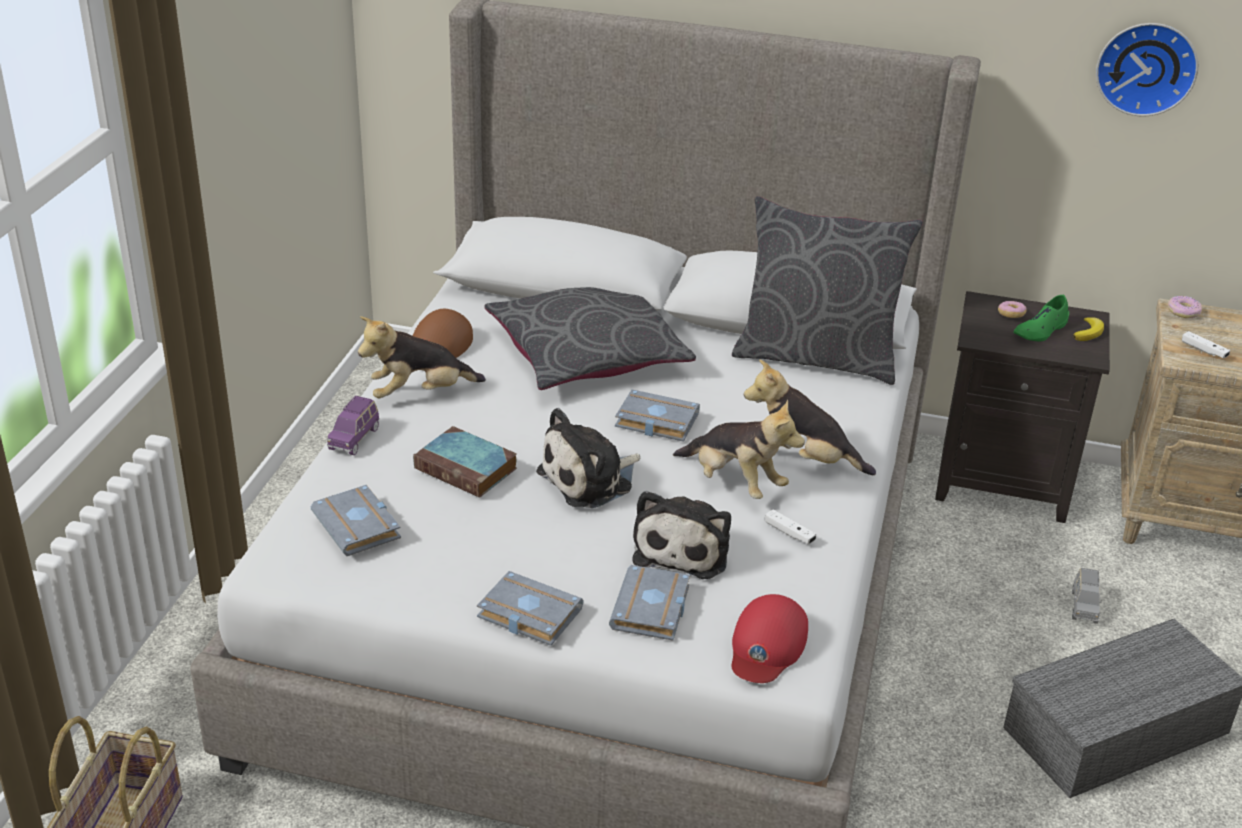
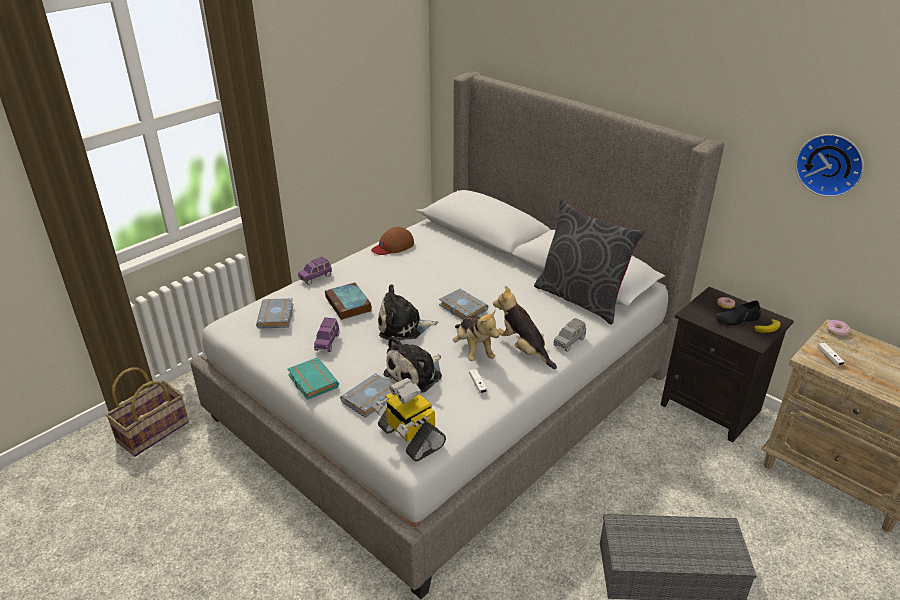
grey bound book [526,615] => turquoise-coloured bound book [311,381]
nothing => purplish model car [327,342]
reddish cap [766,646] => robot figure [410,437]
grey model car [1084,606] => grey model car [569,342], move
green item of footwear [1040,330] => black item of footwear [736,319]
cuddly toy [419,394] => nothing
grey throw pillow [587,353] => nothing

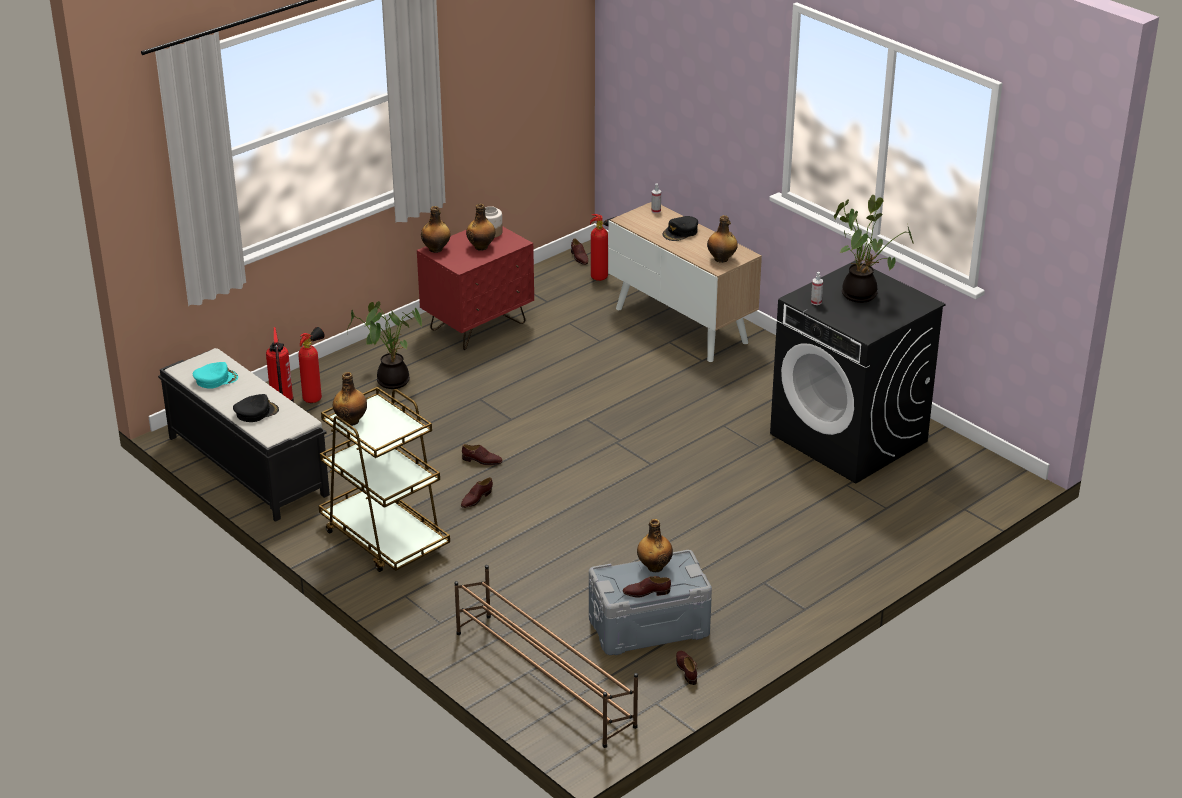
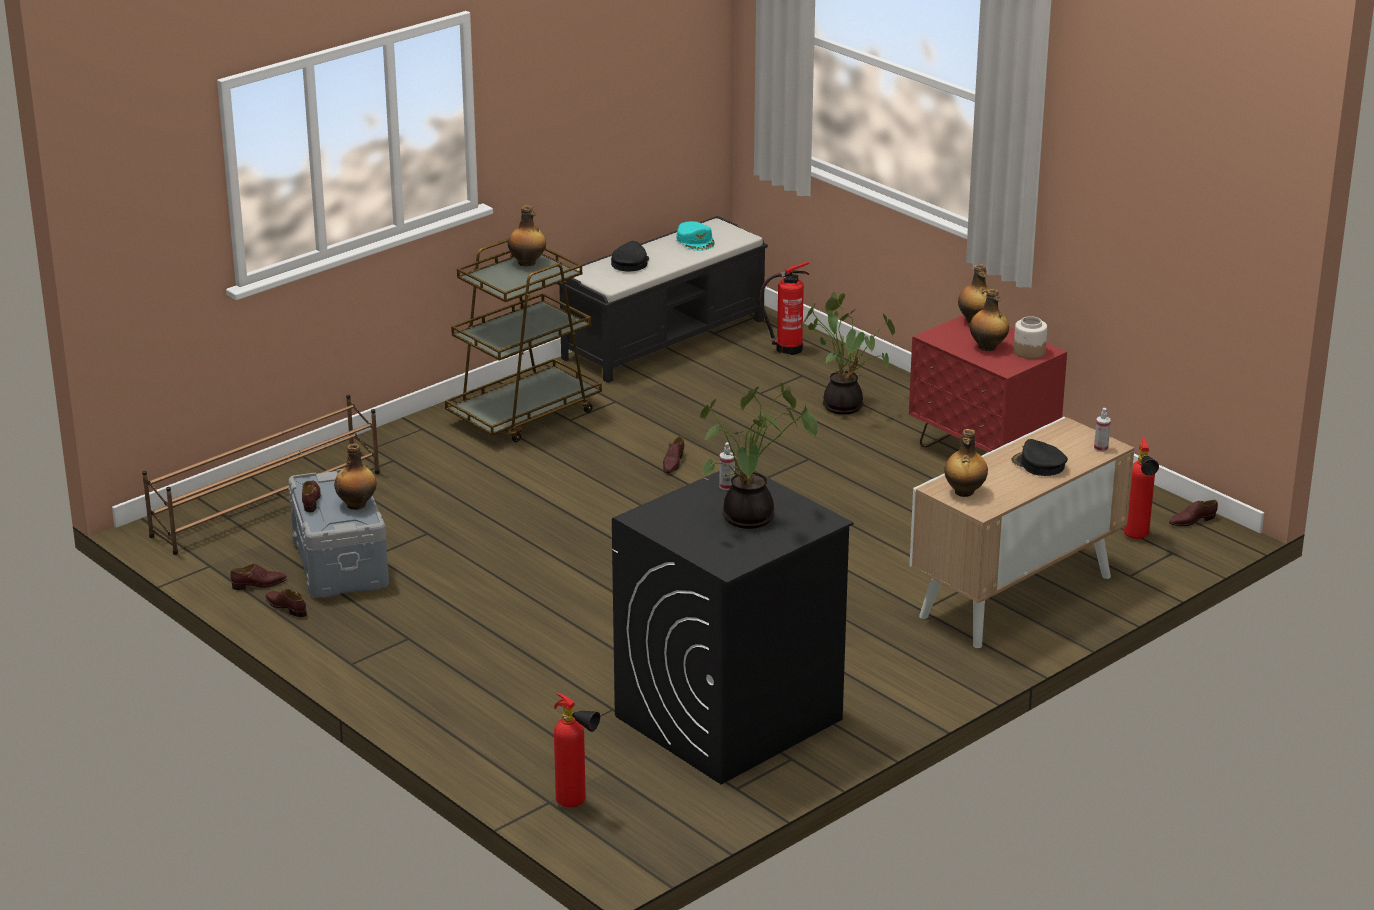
brown item of footwear [476,499] => brown item of footwear [286,607], move
extinguisher [315,398] => extinguisher [576,804], move
black cap [256,412] => black cap [630,263], 135 degrees counterclockwise

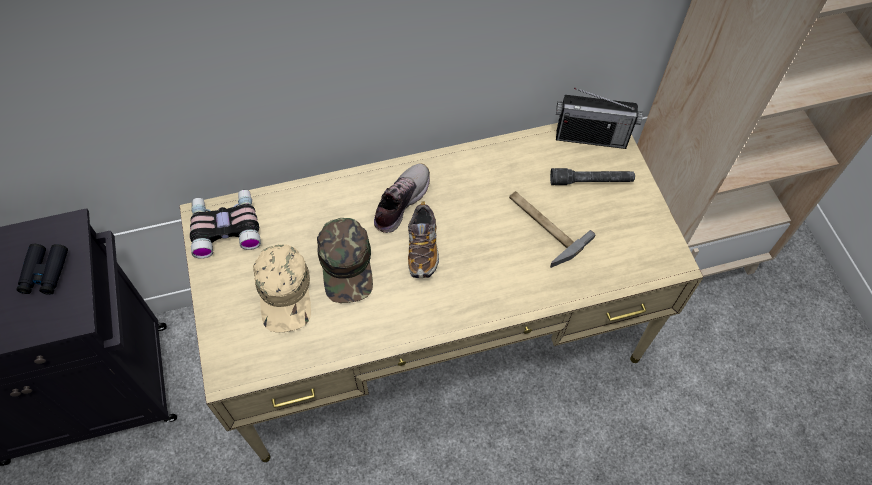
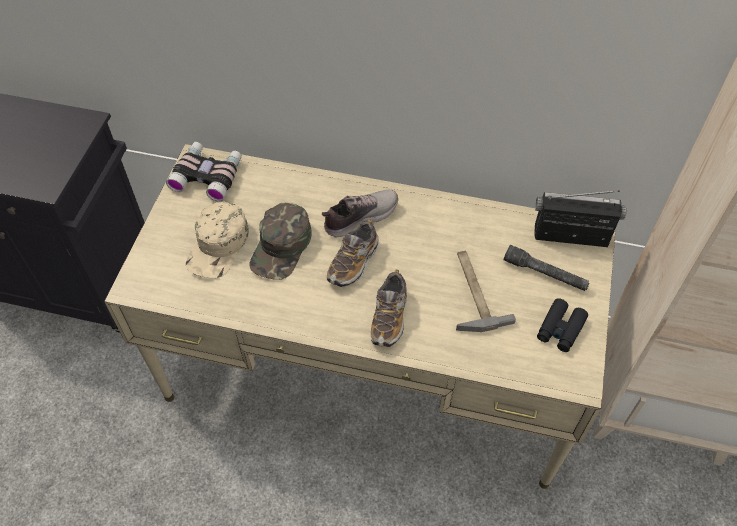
nothing => item of footwear [389,317]
radio [591,137] => radio [571,236], 150 degrees clockwise
black field glasses [45,273] => black field glasses [560,329], move

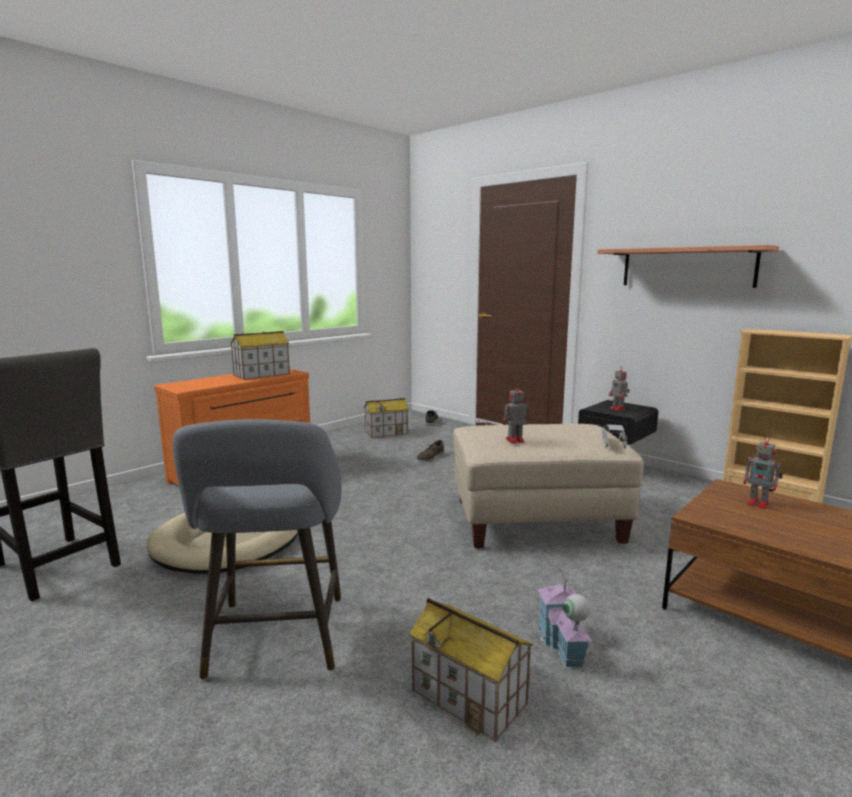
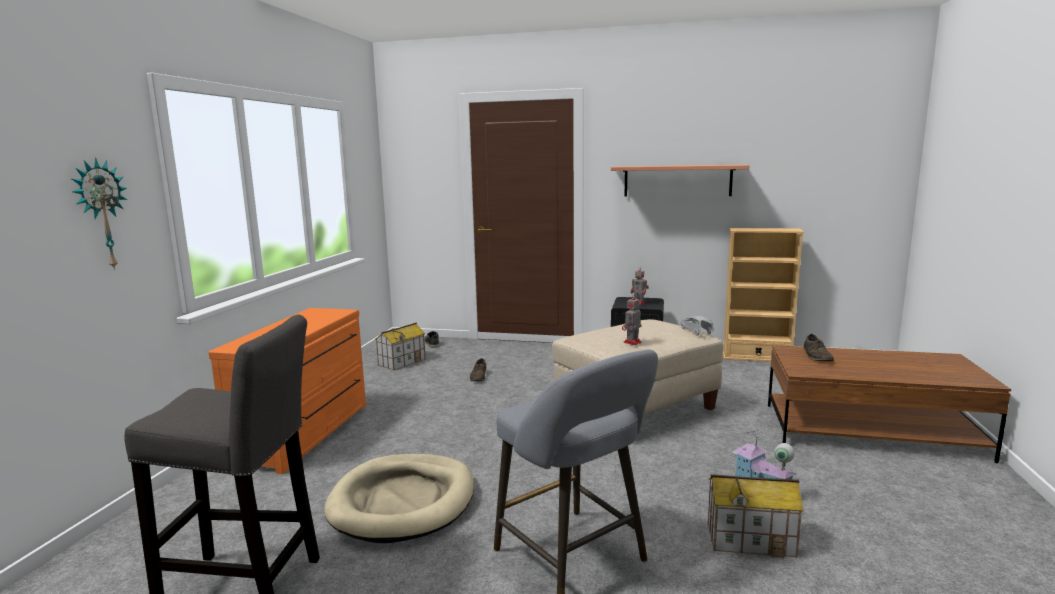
nothing => clock on the wall [101,214]
robot figure [759,504] => brown item of footwear [817,356]
model house [261,374] => nothing

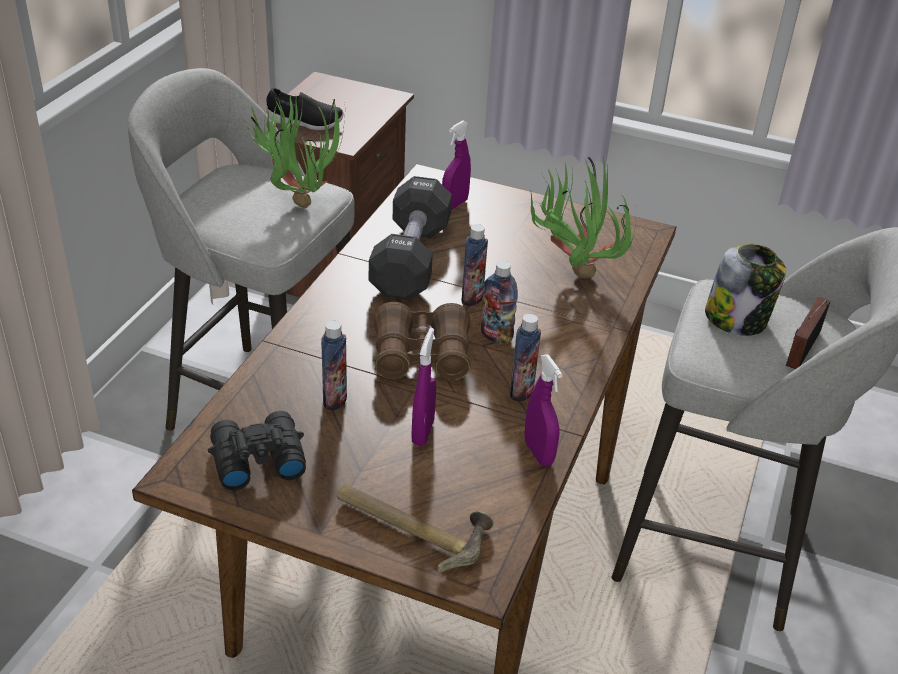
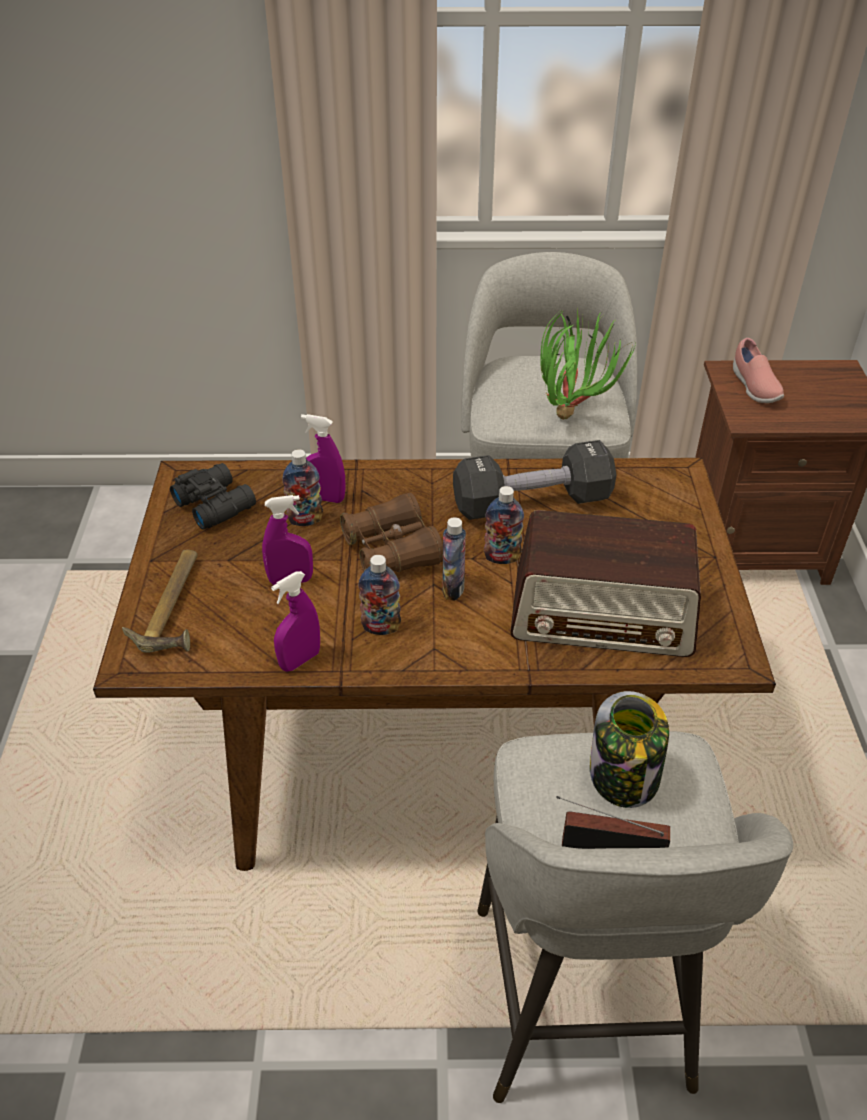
purplish hand sprayer [454,204] => purplish hand sprayer [325,498], move
plant in a pot [572,271] => radio [603,615]
black item of footwear [305,123] => pinkish item of footwear [754,387]

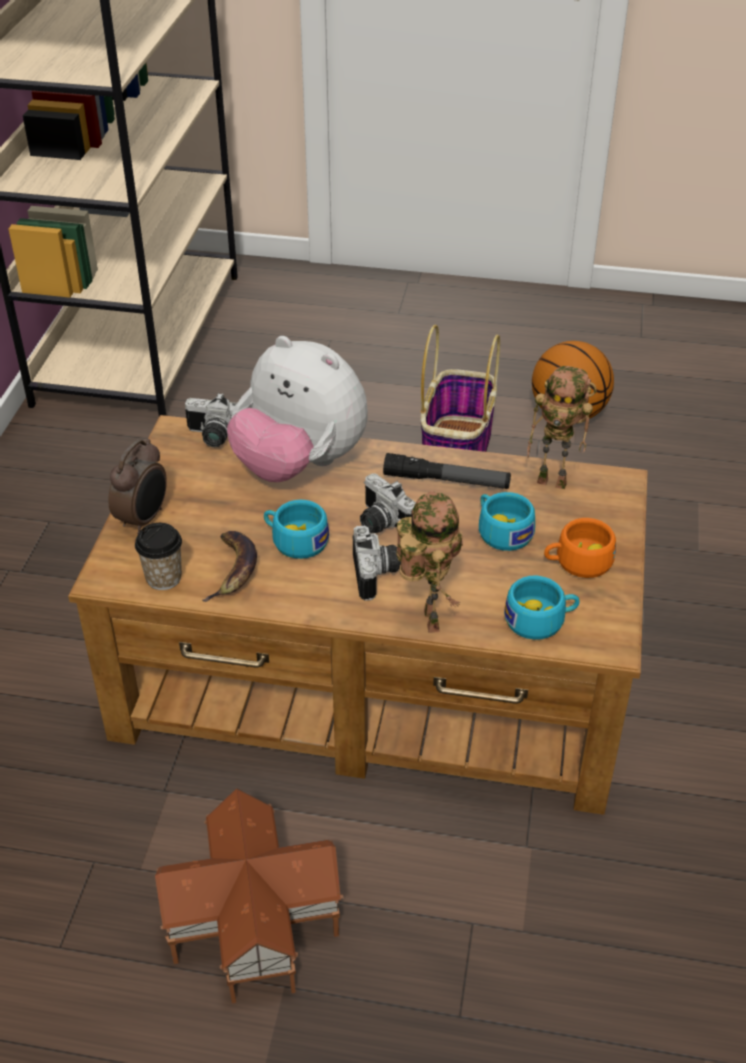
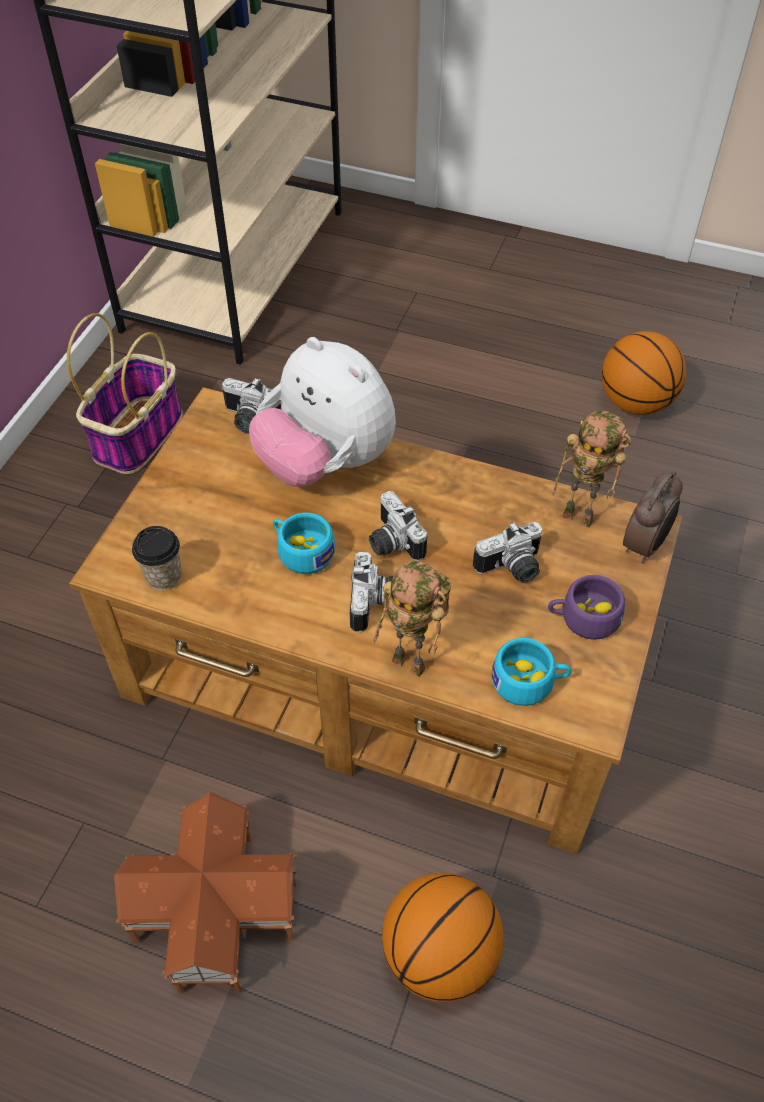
storage basket [456,449] => storage basket [138,434], move
robot figure [427,619] => robot figure [413,663], 120 degrees clockwise
nothing => basketball ball [439,954]
turquoise-coloured cup [501,531] => photo camera [512,569]
orangey cup [577,562] => purplish cup [583,618]
bedside clock [144,519] => bedside clock [645,545], move
banana [233,570] => nothing
flashlight [446,480] => nothing

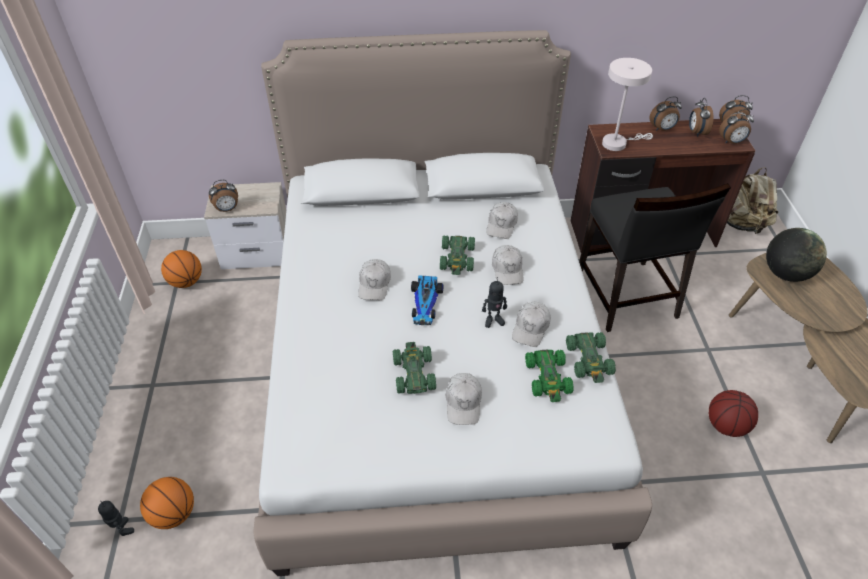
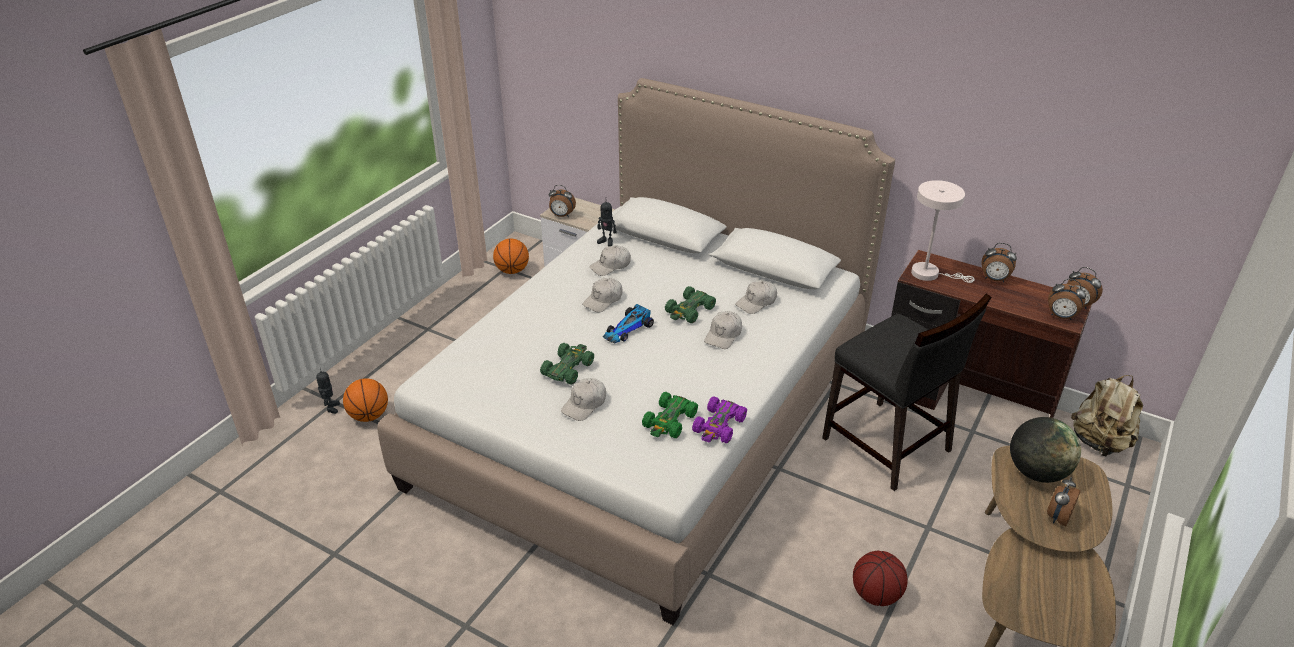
white-coloured cap [531,328] => white-coloured cap [610,266], move
robot figure [493,320] => robot figure [606,241], move
green model car [589,360] => purplish model car [719,426]
black plain chair [626,296] => black plain chair [886,445], 60 degrees counterclockwise
bedside clock [696,132] => bedside clock [1057,517], move

